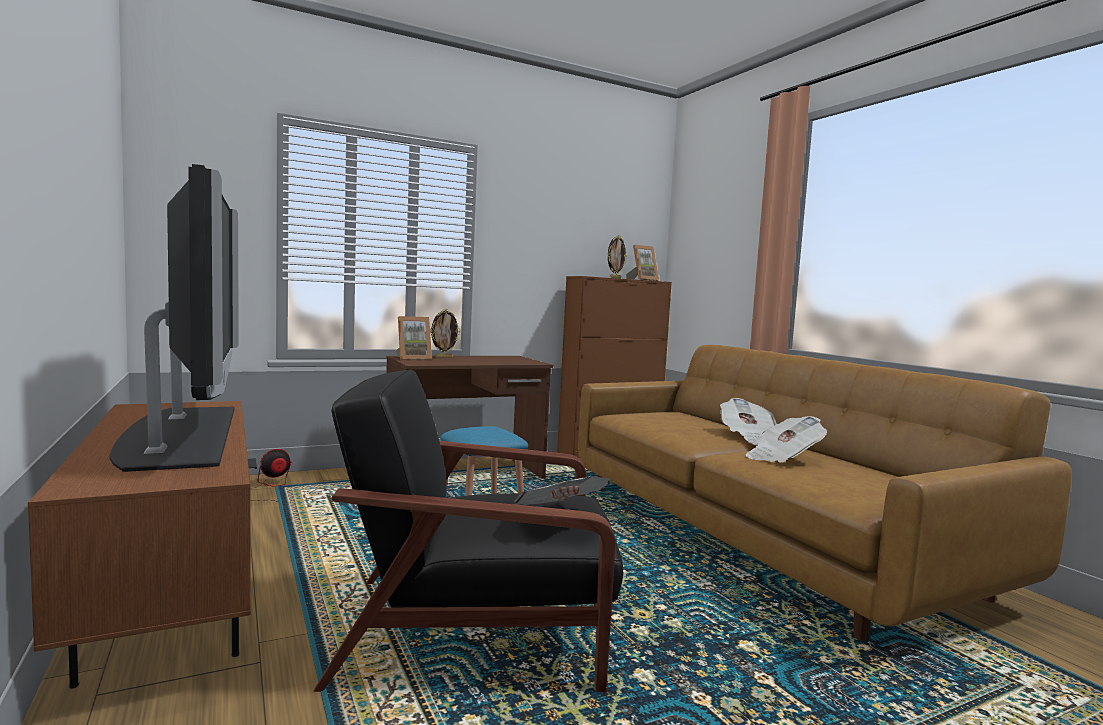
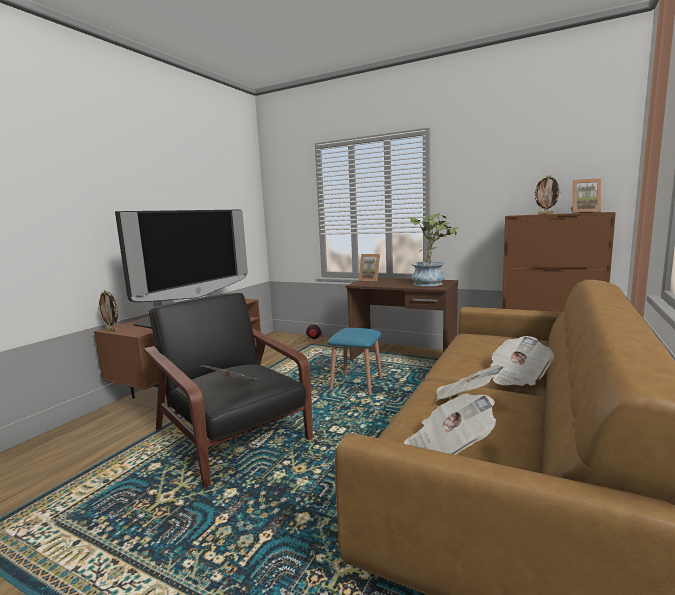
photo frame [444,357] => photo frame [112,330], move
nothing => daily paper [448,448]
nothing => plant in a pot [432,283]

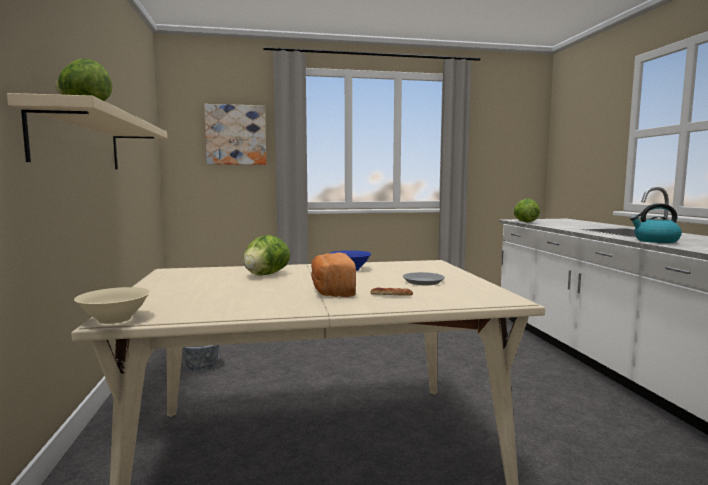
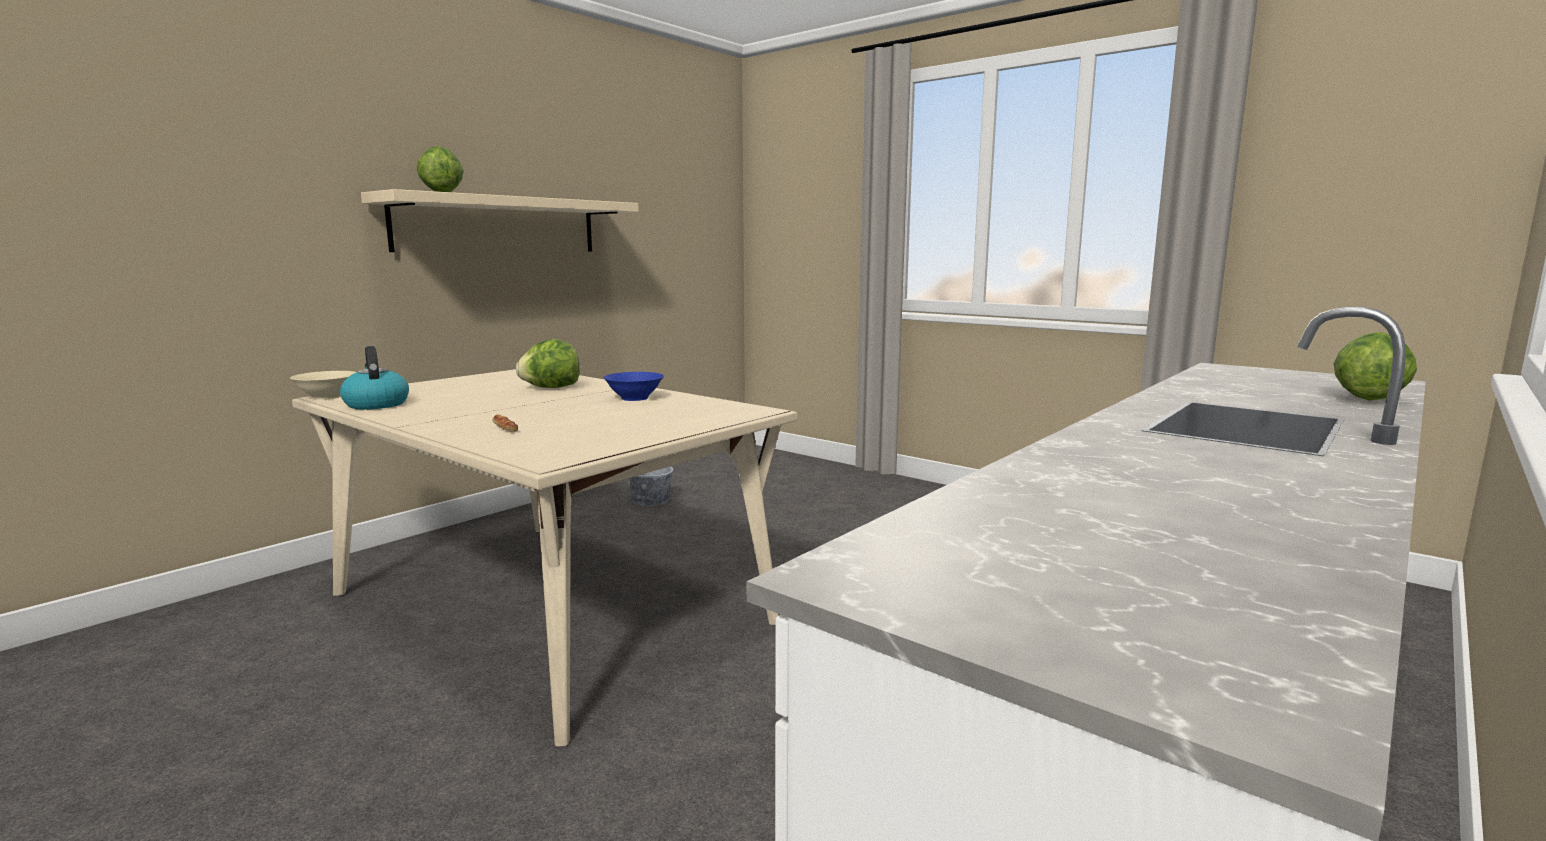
tea kettle [655,241] => tea kettle [376,404], move
lettuce head [525,222] => lettuce head [1368,399], move
wall picture [236,135] => nothing
bakery bread [331,291] => nothing
grey flat dish [423,282] => nothing

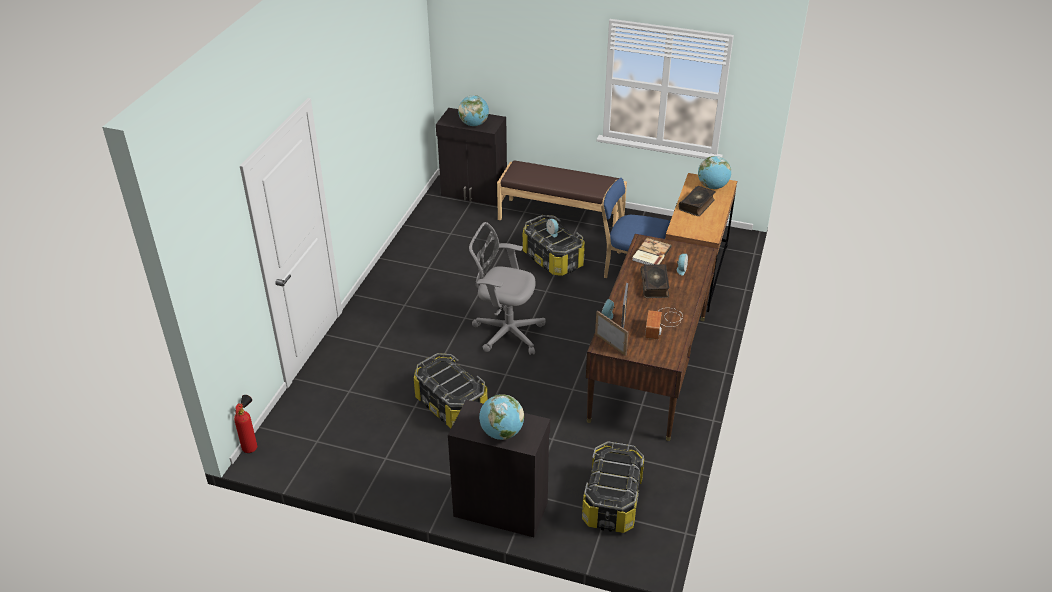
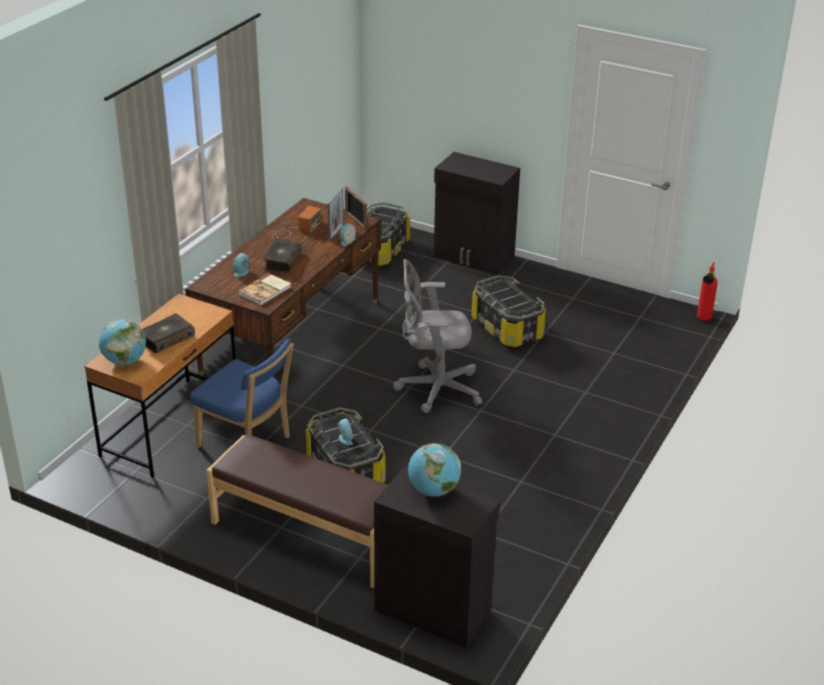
grey desk chair [505,332] => grey desk chair [435,388], 150 degrees clockwise
desk globe [501,433] => nothing

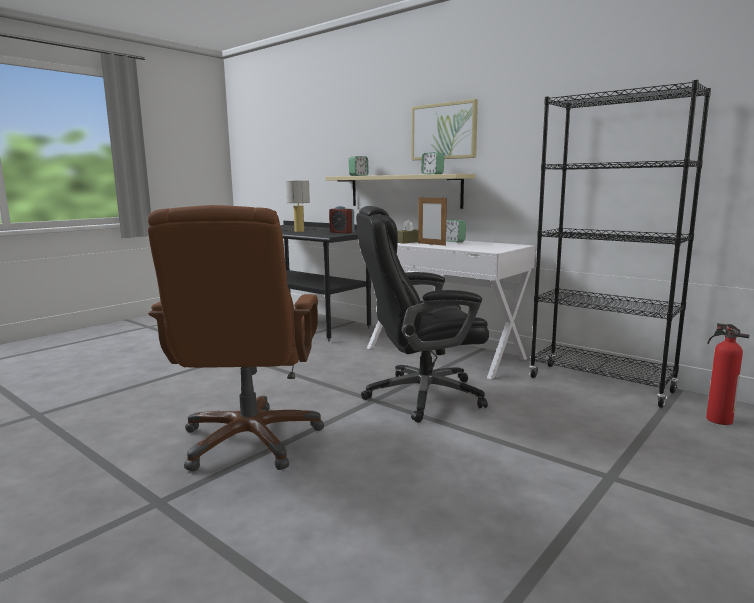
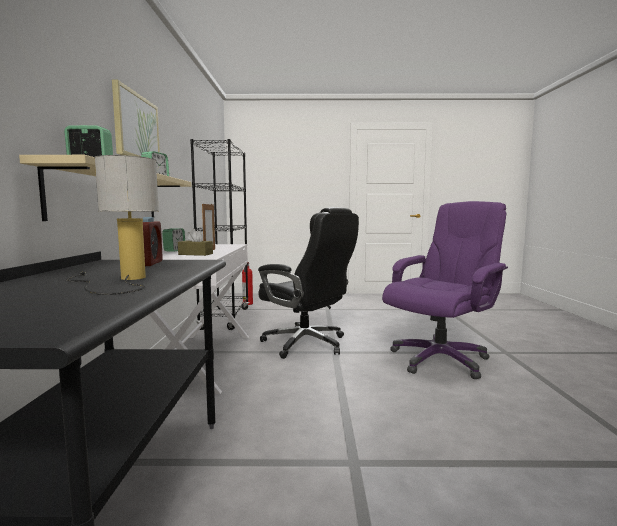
brown desk chair [250,440] => purplish desk chair [440,359]

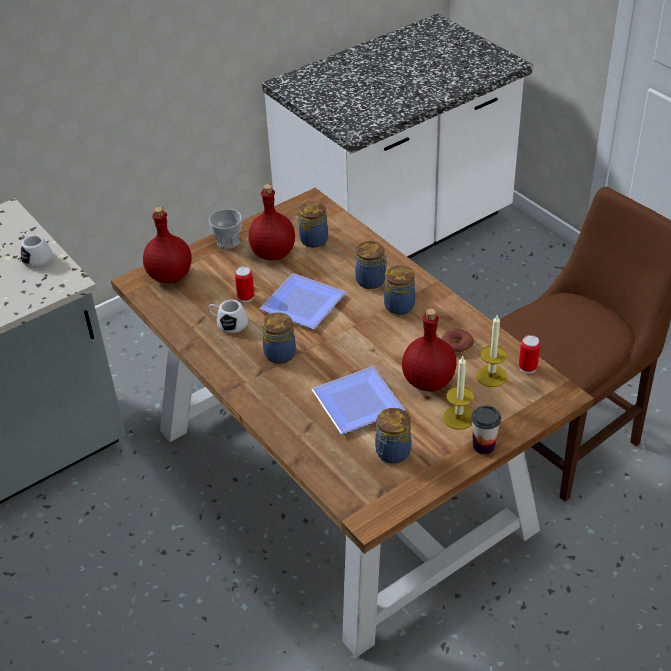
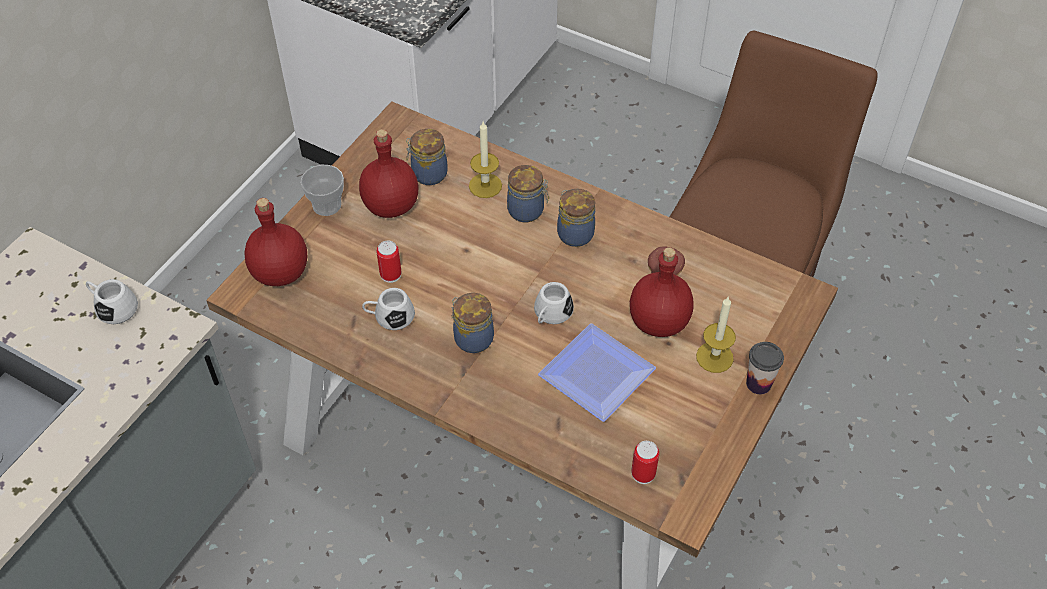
wax light [491,376] => wax light [485,185], move
nothing => white-coloured coffee mug [551,314]
metal can [527,367] => metal can [643,474], move
flat dish [302,302] => nothing
storage jar [392,453] => nothing

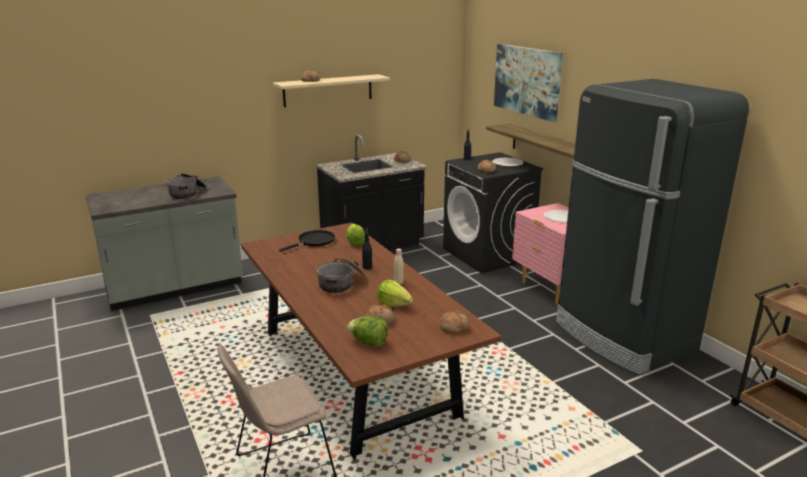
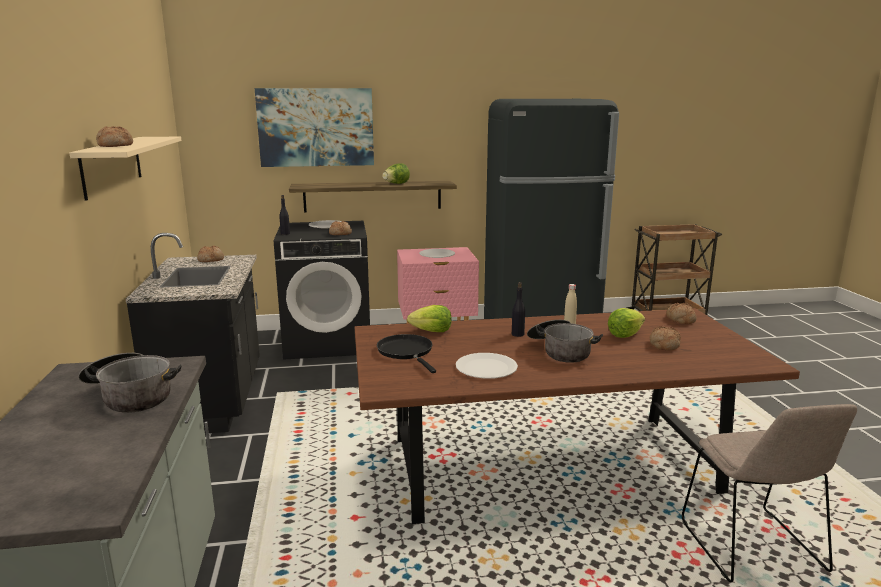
lettuce head [368,342] => lettuce head [396,184], move
nothing => white-coloured flat dish [486,368]

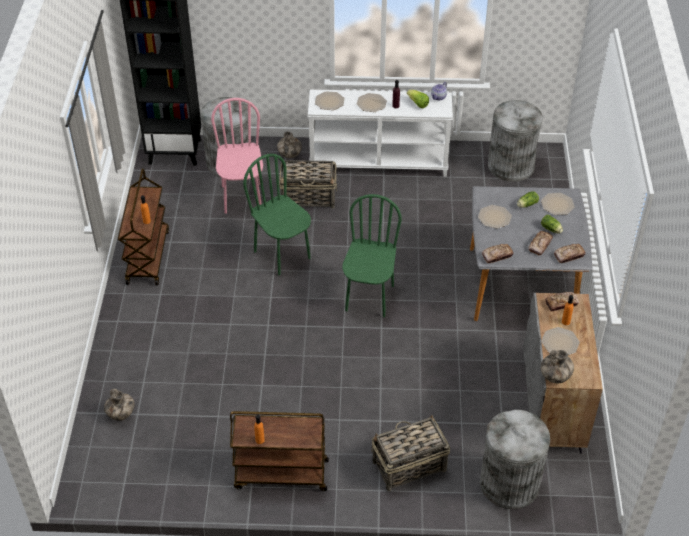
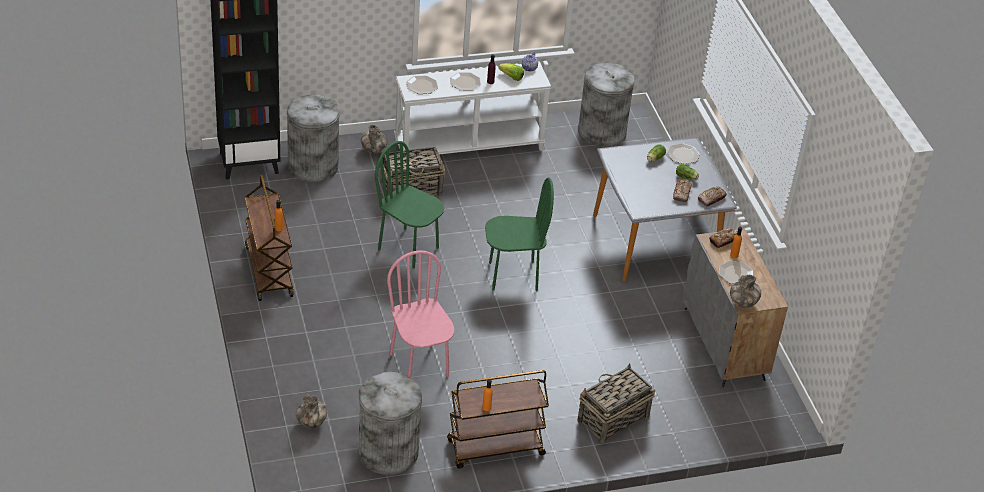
grey rubbish bin [509,483] => grey rubbish bin [388,452], move
pinkish plain chair [242,198] => pinkish plain chair [419,365], move
green plain chair [369,298] => green plain chair [513,276], 90 degrees clockwise
flat dish [494,217] => nothing
bakery bread [497,256] => nothing

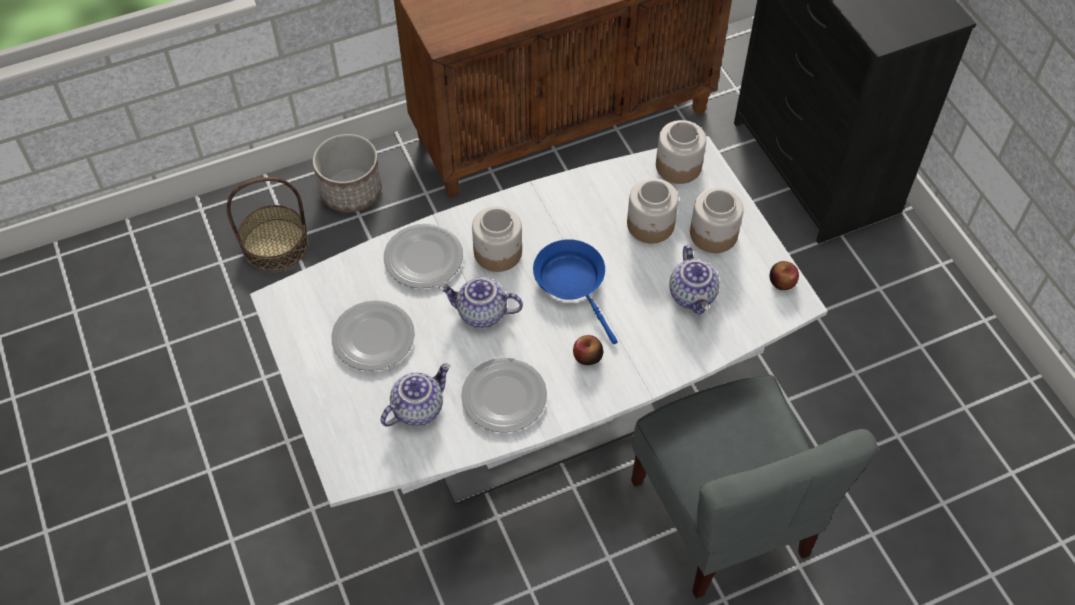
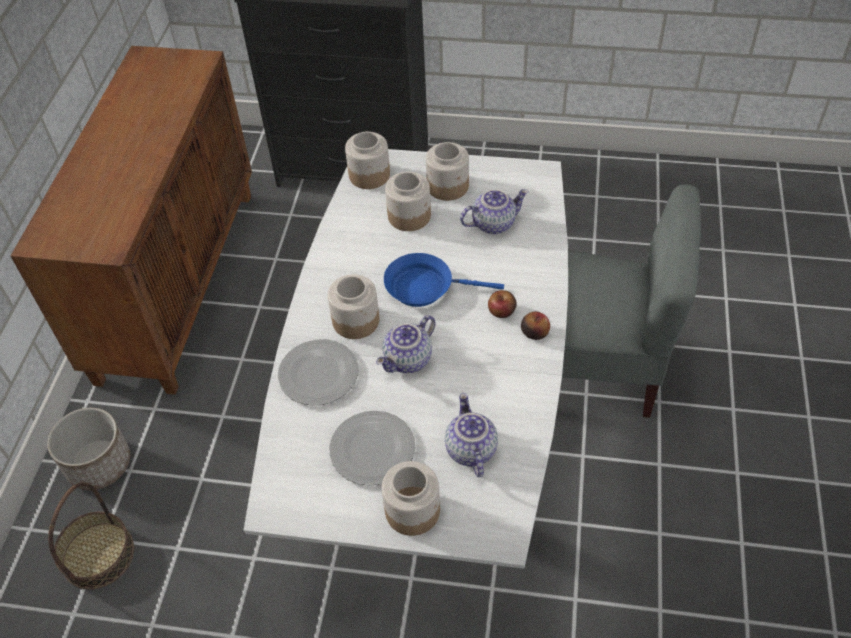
nothing => storage jar [413,510]
pot for tea [693,295] => pot for tea [493,223], 45 degrees counterclockwise
apple fruit [782,282] => apple fruit [535,332], move
flat dish [503,397] => nothing

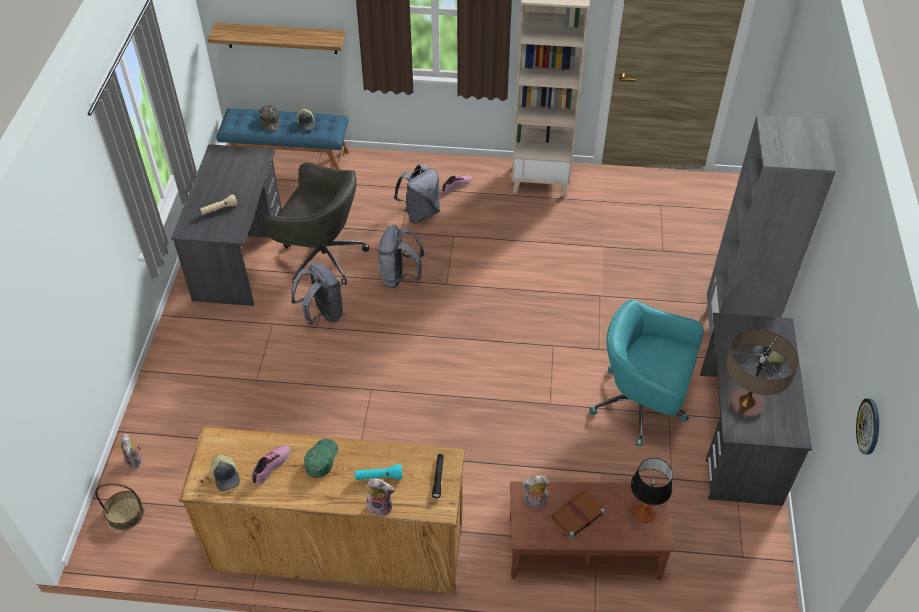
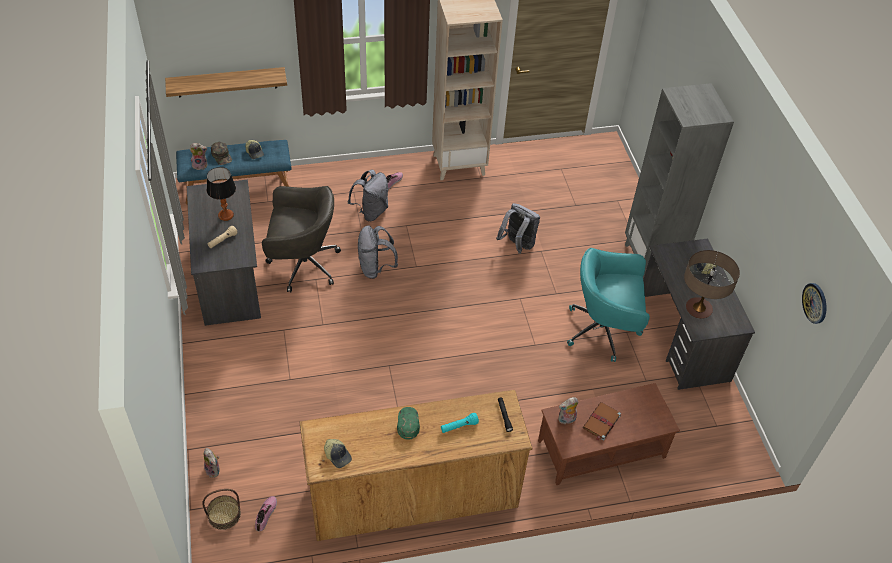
cuddly toy [381,505] => cuddly toy [200,165], move
tabletop lamp [644,513] => tabletop lamp [226,215], move
item of footwear [271,466] => item of footwear [266,514], move
grey backpack [322,314] => grey backpack [517,245], move

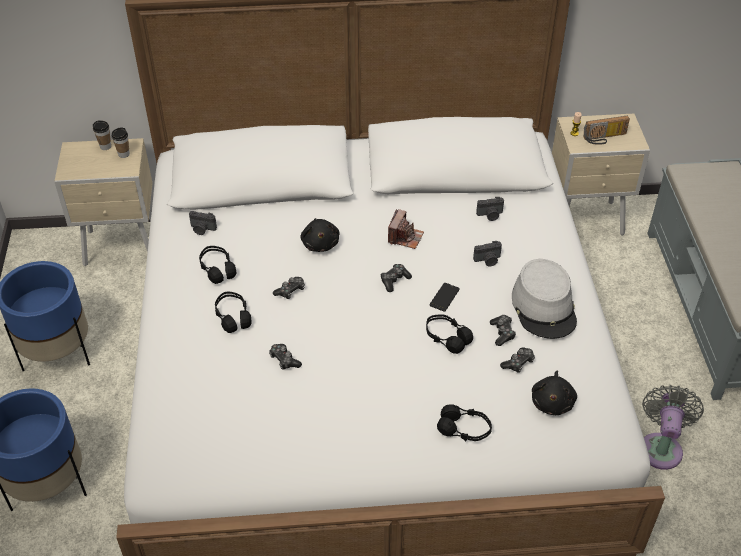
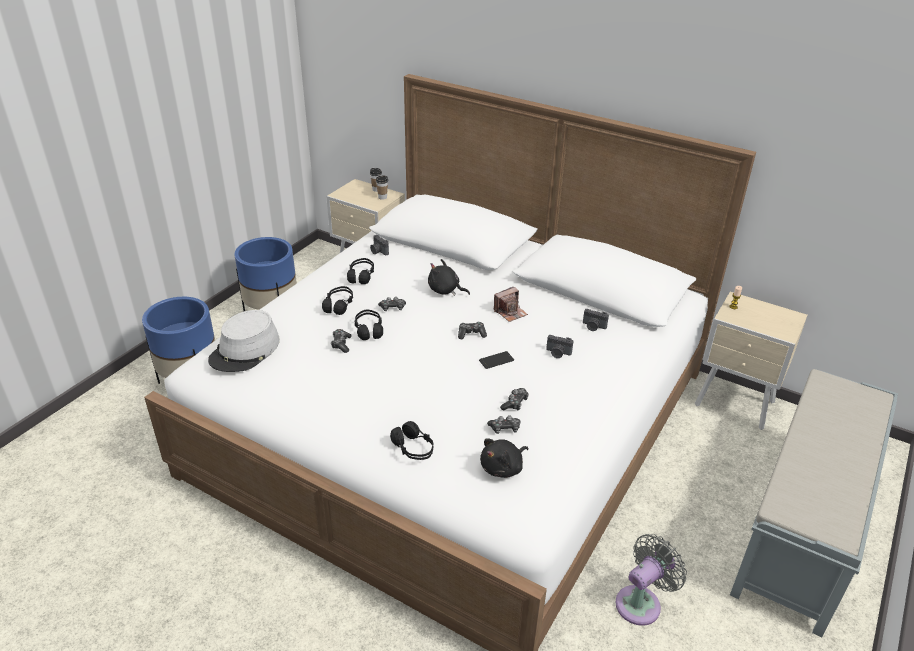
grey wearable hat [544,307] => grey wearable hat [245,350], move
black pair of headphones [447,338] => black pair of headphones [369,330], move
black cuddly toy [320,243] => black cuddly toy [445,290], 90 degrees clockwise
radio [604,138] => nothing

